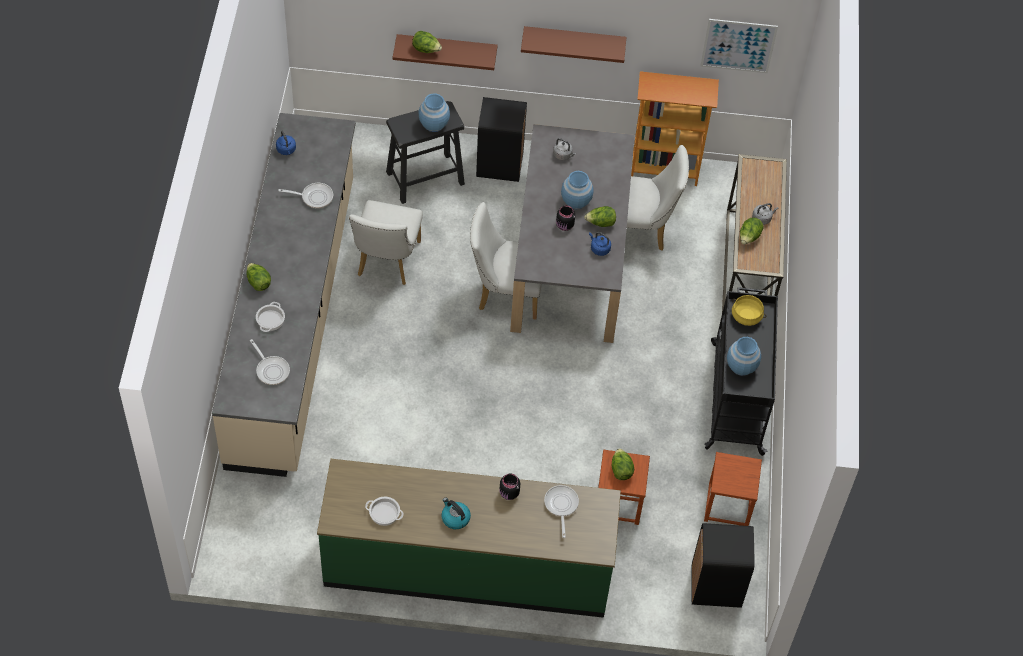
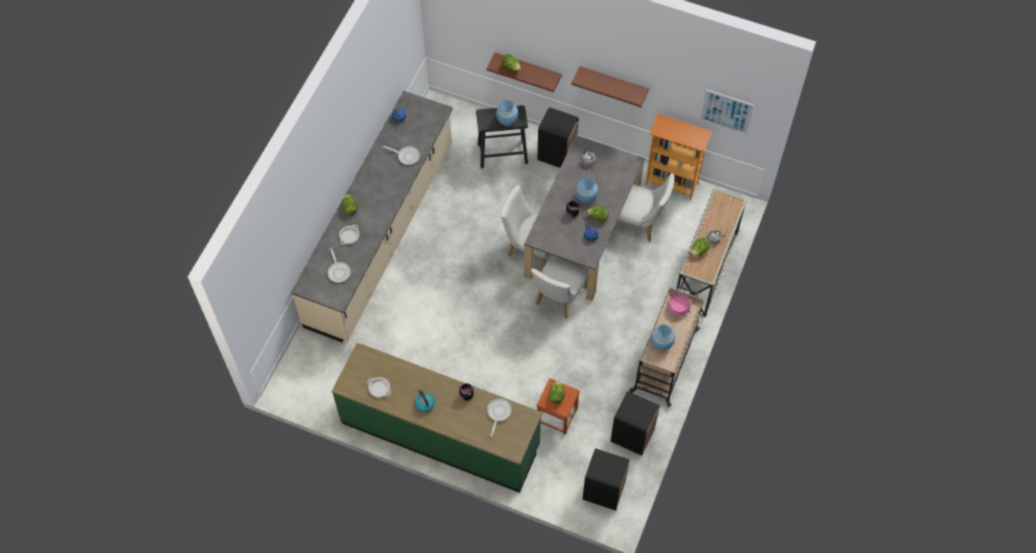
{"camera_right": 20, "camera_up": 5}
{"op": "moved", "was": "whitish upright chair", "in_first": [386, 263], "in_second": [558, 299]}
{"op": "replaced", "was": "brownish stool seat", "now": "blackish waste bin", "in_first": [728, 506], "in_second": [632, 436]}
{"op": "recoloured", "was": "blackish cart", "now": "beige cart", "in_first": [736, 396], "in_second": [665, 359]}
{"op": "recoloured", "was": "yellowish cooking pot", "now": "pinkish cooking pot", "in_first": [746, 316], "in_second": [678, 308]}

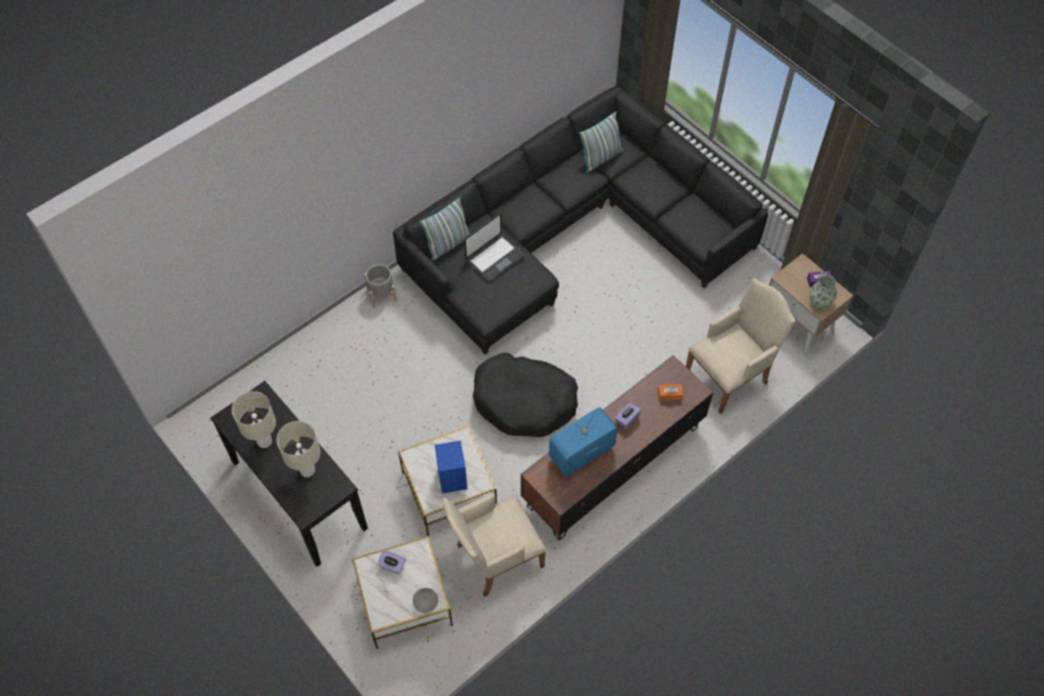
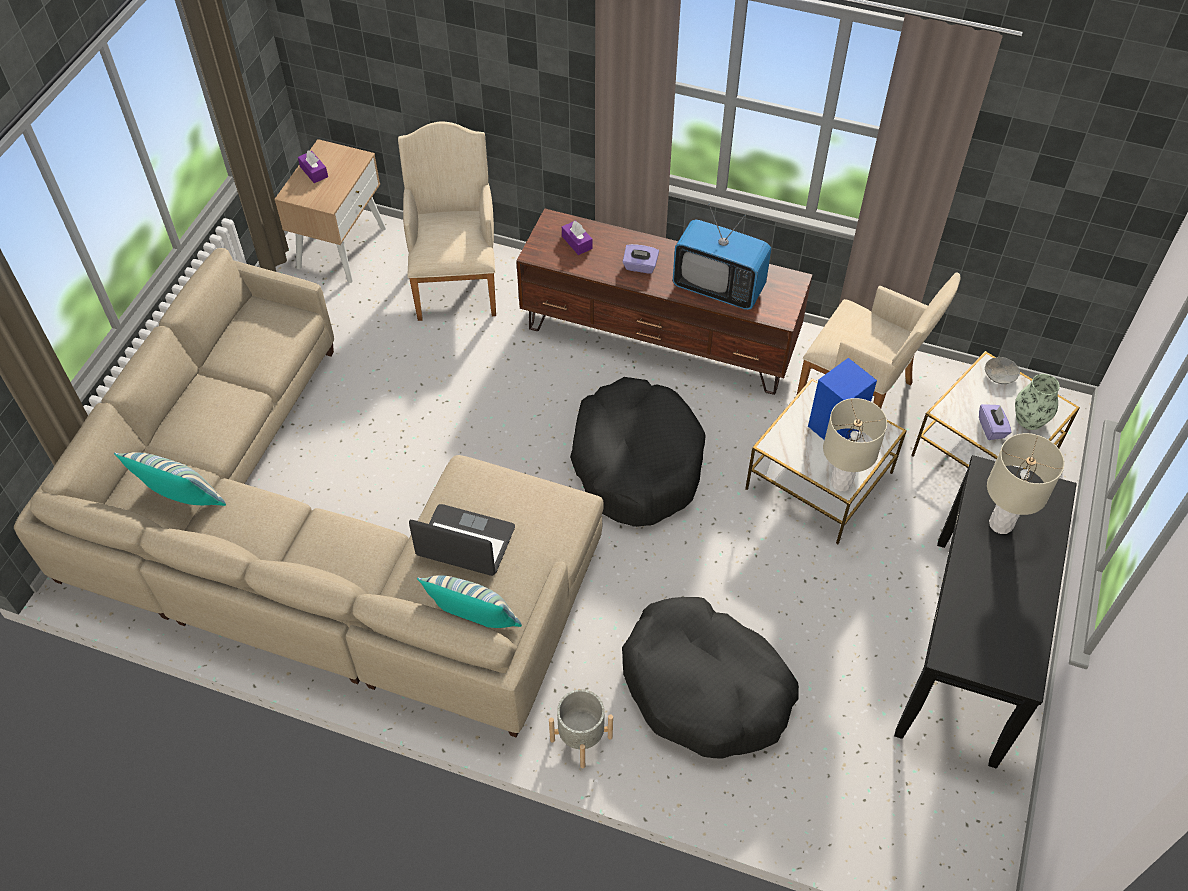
{"camera_right": -120, "camera_up": -5}
{"op": "recoloured", "was": "blackish couch", "now": "beige couch", "in_first": [571, 233], "in_second": [314, 539]}
{"op": "turned", "was": "beige easy chair", "in_first": [730, 375], "in_second": [456, 281], "clockwise": 60}
{"op": "recoloured", "was": "orange-coloured tissue holder", "now": "purple tissue holder", "in_first": [669, 394], "in_second": [577, 242]}
{"op": "added", "now": "blackish dog cushion", "in_second": [705, 688]}
{"op": "moved", "was": "beige lamp for a table", "in_first": [264, 441], "in_second": [841, 483]}
{"op": "moved", "was": "flower vase", "in_first": [819, 302], "in_second": [1029, 418]}

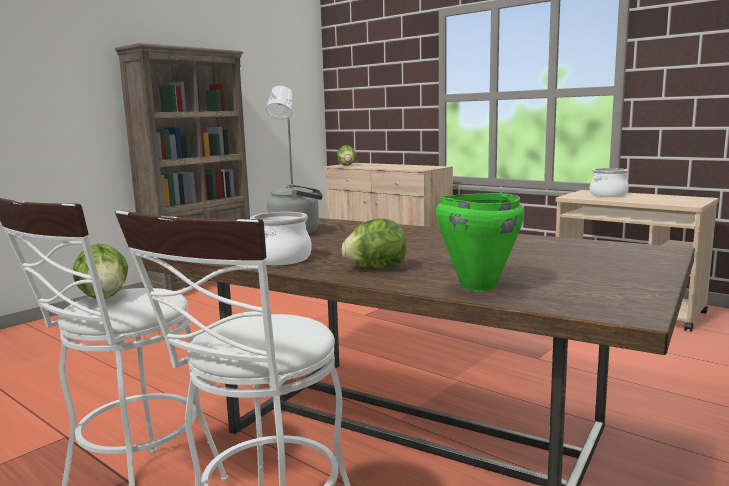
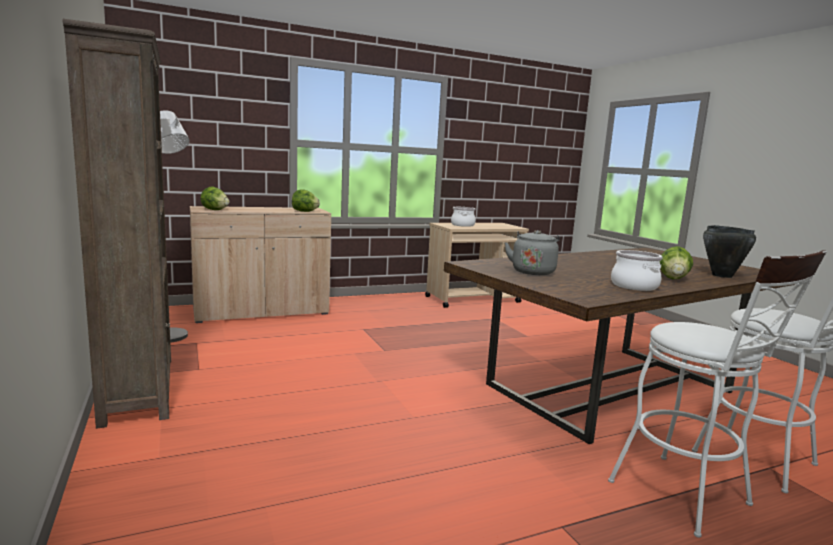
{"camera_right": -65, "camera_up": 0}
{"op": "moved", "was": "head of lettuce", "in_first": [104, 297], "in_second": [304, 211]}
{"op": "recoloured", "was": "green cooking pot", "now": "blackish cooking pot", "in_first": [477, 286], "in_second": [722, 275]}

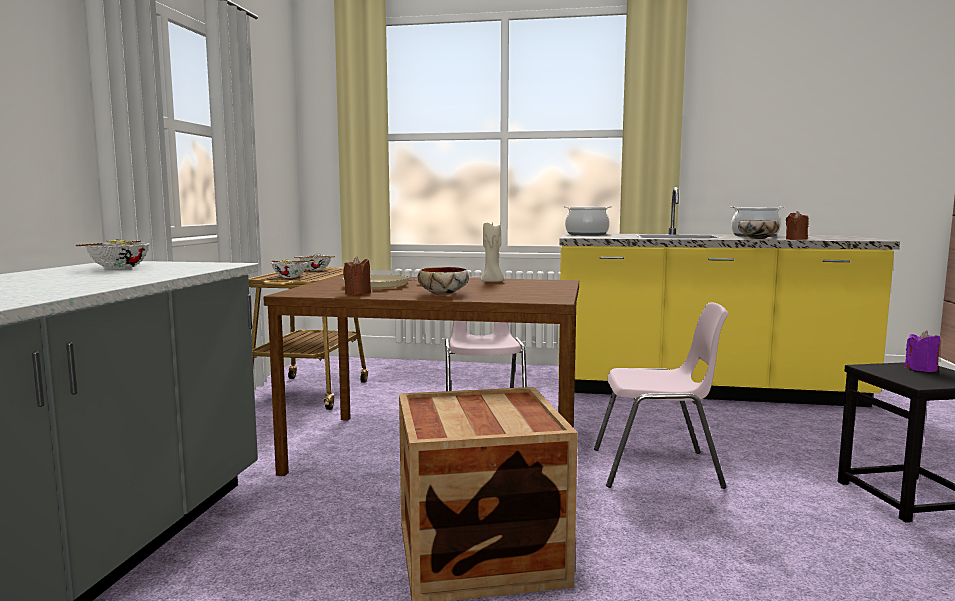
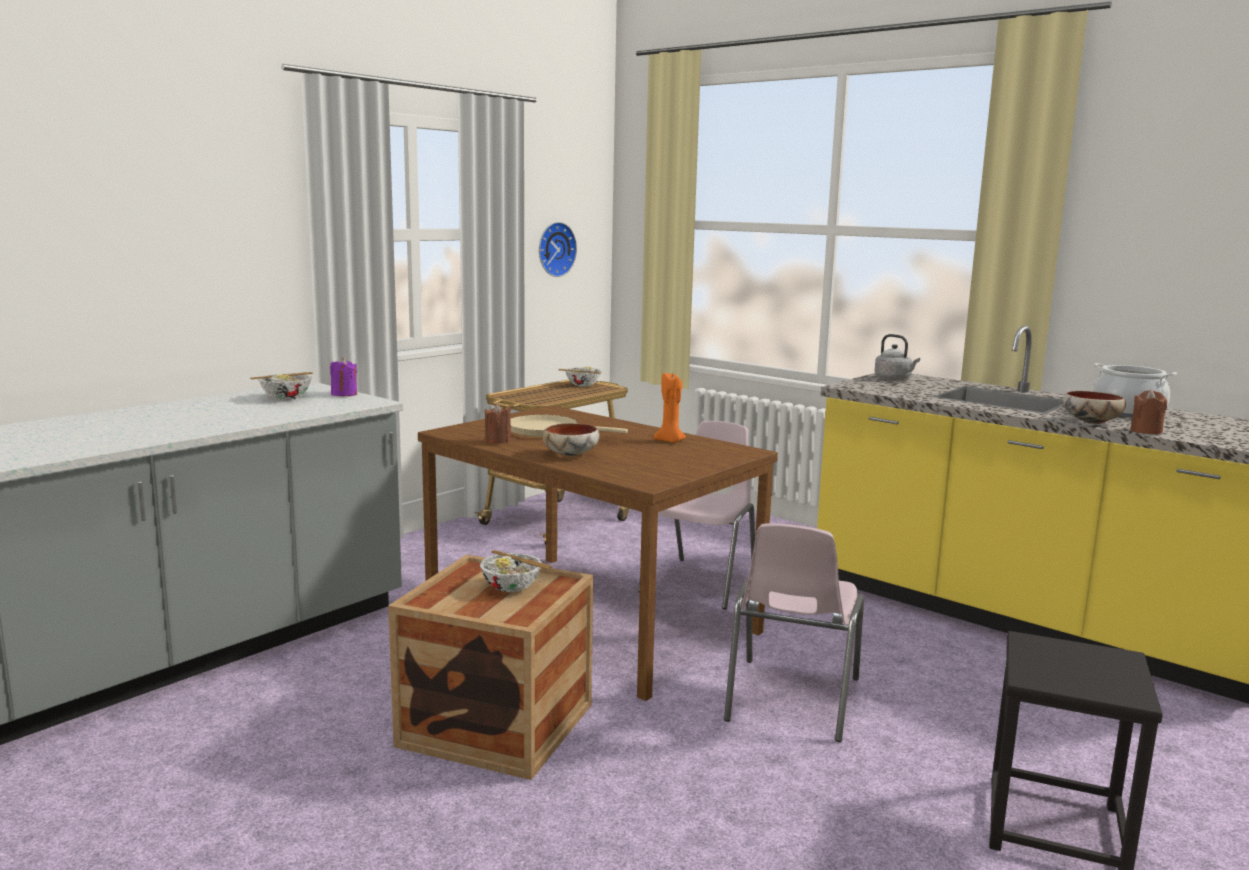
{"camera_right": 30, "camera_up": 5}
{"op": "moved", "was": "purple wax light", "in_first": [921, 369], "in_second": [344, 394]}
{"op": "moved", "was": "deep dish", "in_first": [290, 277], "in_second": [511, 587]}
{"op": "added", "now": "clock on the wall", "in_second": [554, 249]}
{"op": "recoloured", "was": "beige wax light", "now": "orange-coloured wax light", "in_first": [492, 282], "in_second": [670, 441]}
{"op": "turned", "was": "pinkish upright chair", "in_first": [658, 469], "in_second": [790, 700], "clockwise": 75}
{"op": "replaced", "was": "cooking pot", "now": "grey tea kettle", "in_first": [586, 234], "in_second": [894, 379]}

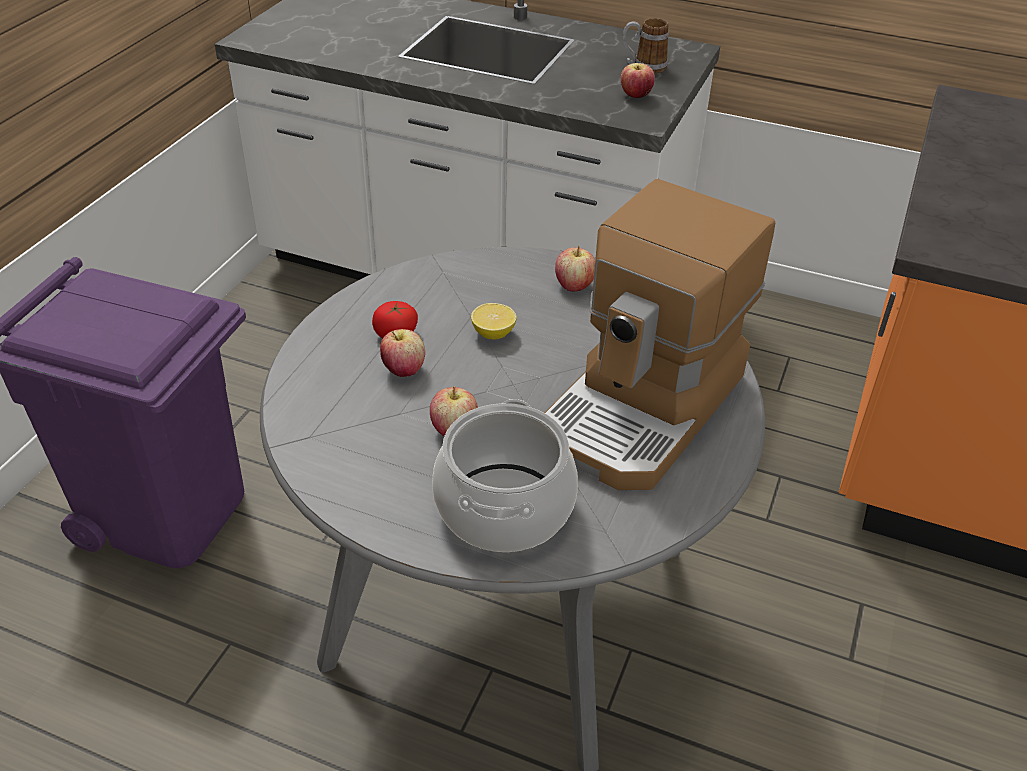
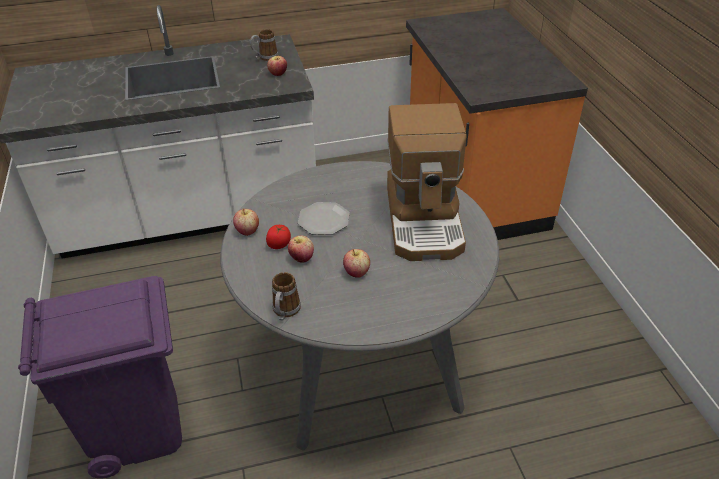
{"camera_right": -35, "camera_up": 0}
{"op": "moved", "was": "apple fruit", "in_first": [574, 285], "in_second": [247, 231]}
{"op": "added", "now": "tea mug", "in_second": [285, 312]}
{"op": "replaced", "was": "citrus fruit", "now": "dinner plate", "in_first": [493, 333], "in_second": [324, 220]}
{"op": "removed", "was": "cooking pot", "in_first": [503, 507]}

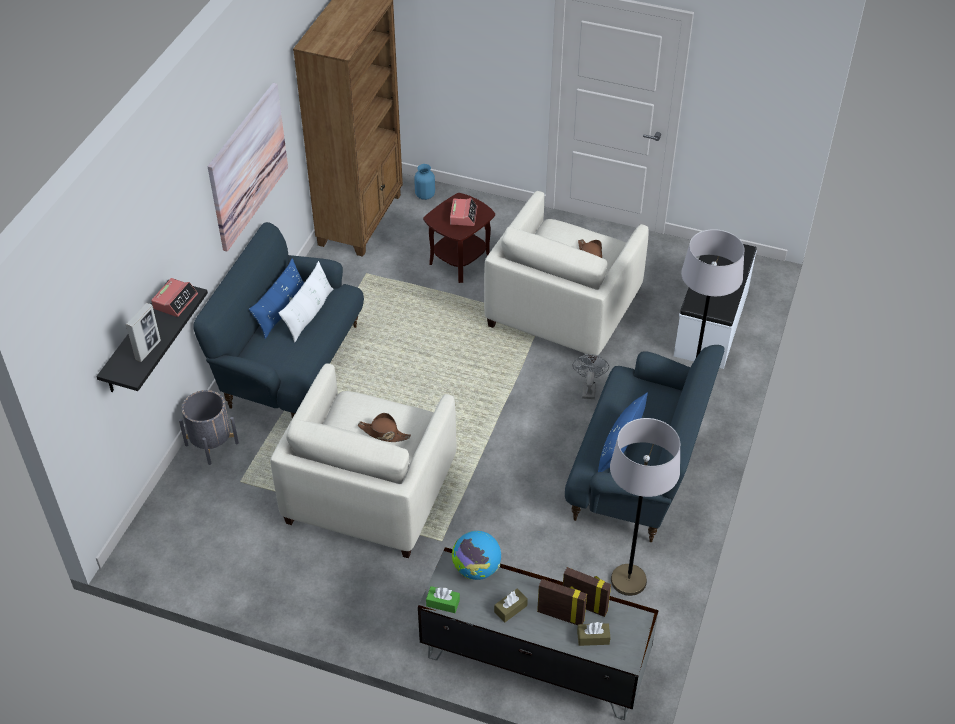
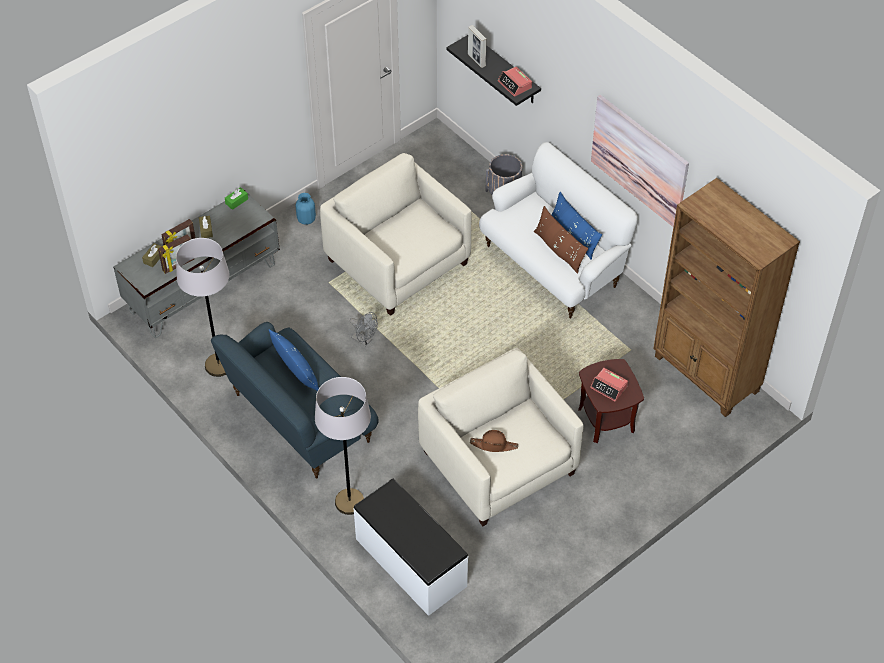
{"camera_right": 120, "camera_up": 5}
{"op": "moved", "was": "blue-coloured flower vase", "in_first": [425, 195], "in_second": [306, 219]}
{"op": "moved", "was": "grey fan", "in_first": [588, 388], "in_second": [364, 340]}
{"op": "recoloured", "was": "blue-coloured couch", "now": "whitish couch", "in_first": [291, 365], "in_second": [553, 265]}
{"op": "recoloured", "was": "whitish pillow", "now": "brownish pillow", "in_first": [309, 314], "in_second": [559, 250]}
{"op": "removed", "was": "brownish clothing hat", "in_first": [383, 433]}
{"op": "removed", "was": "globe", "in_first": [476, 569]}

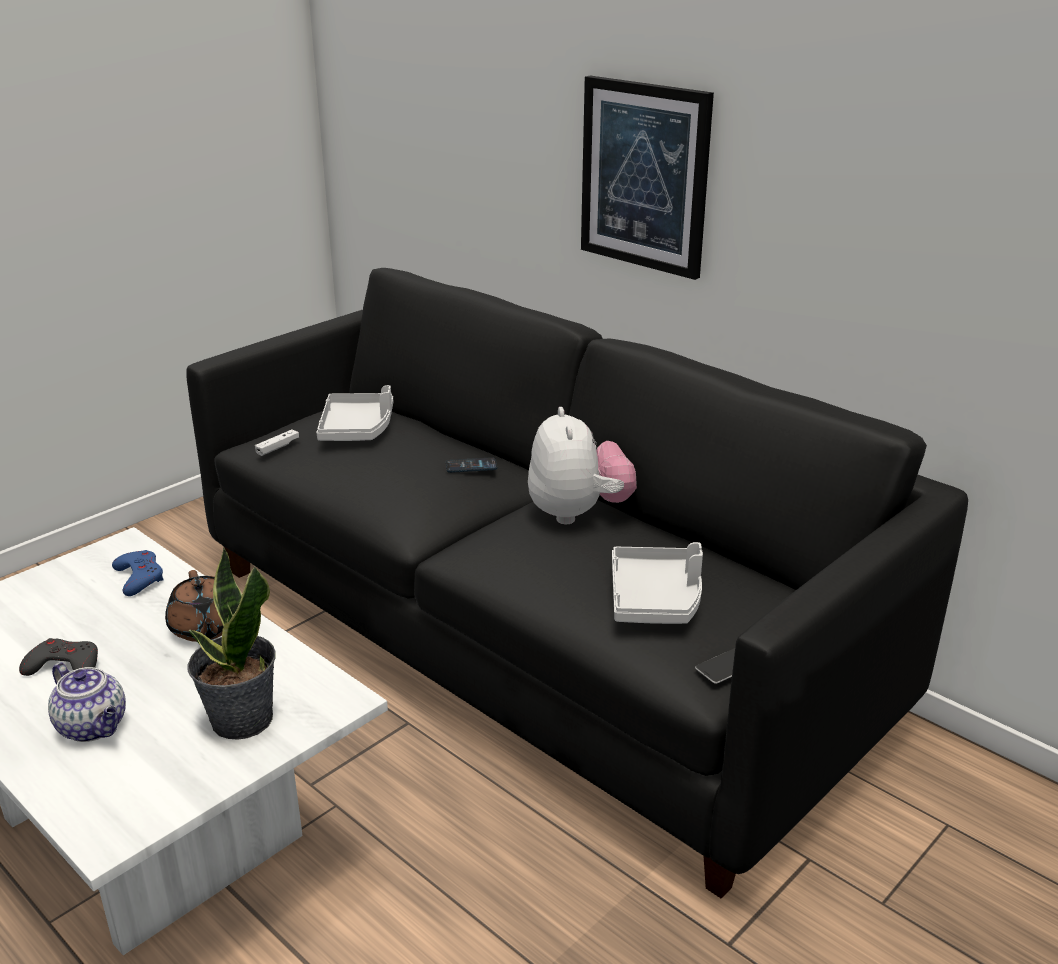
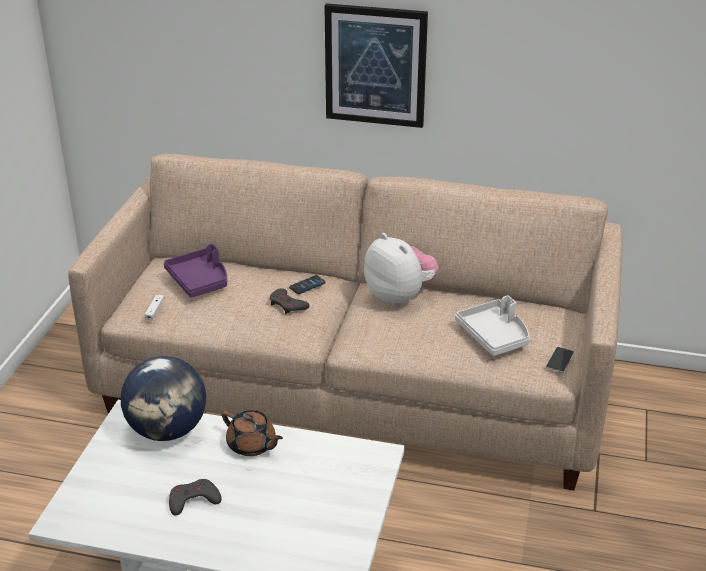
{"camera_right": -30, "camera_up": 5}
{"op": "recoloured", "was": "blackish couch", "now": "beige couch", "in_first": [531, 640], "in_second": [354, 389]}
{"op": "replaced", "was": "blue-coloured game controller", "now": "globe", "in_first": [139, 577], "in_second": [168, 430]}
{"op": "recoloured", "was": "grey serving tray", "now": "purple serving tray", "in_first": [357, 429], "in_second": [199, 280]}
{"op": "added", "now": "grey game controller", "in_second": [287, 305]}
{"op": "removed", "was": "pot for tea", "in_first": [94, 727]}
{"op": "removed", "was": "plant in a pot", "in_first": [241, 720]}

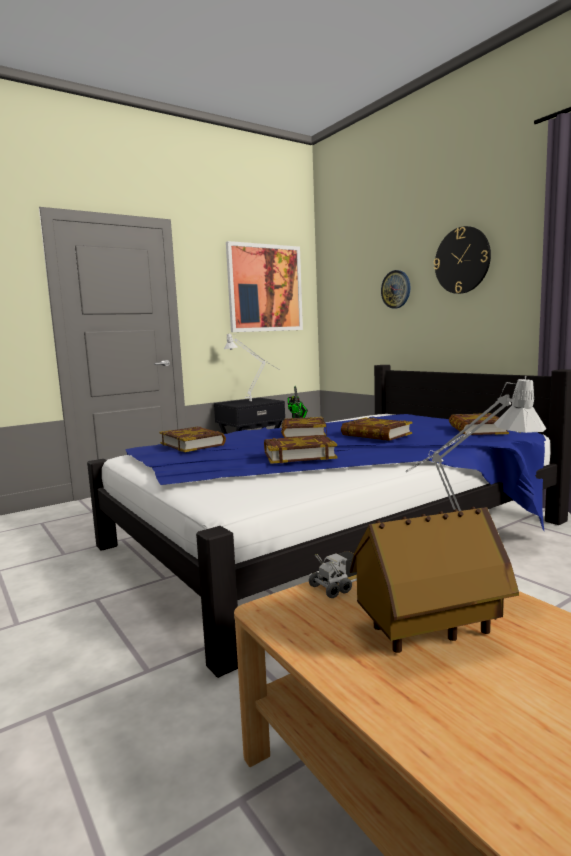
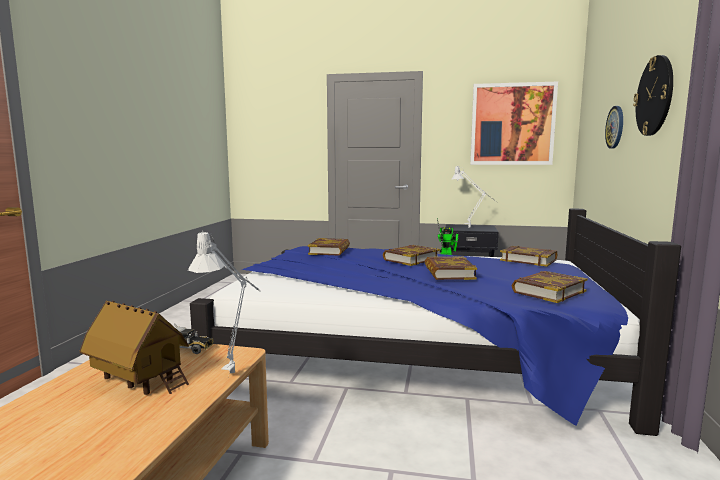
{"camera_right": 45, "camera_up": 0}
{"op": "moved", "was": "book", "in_first": [299, 455], "in_second": [528, 260]}

